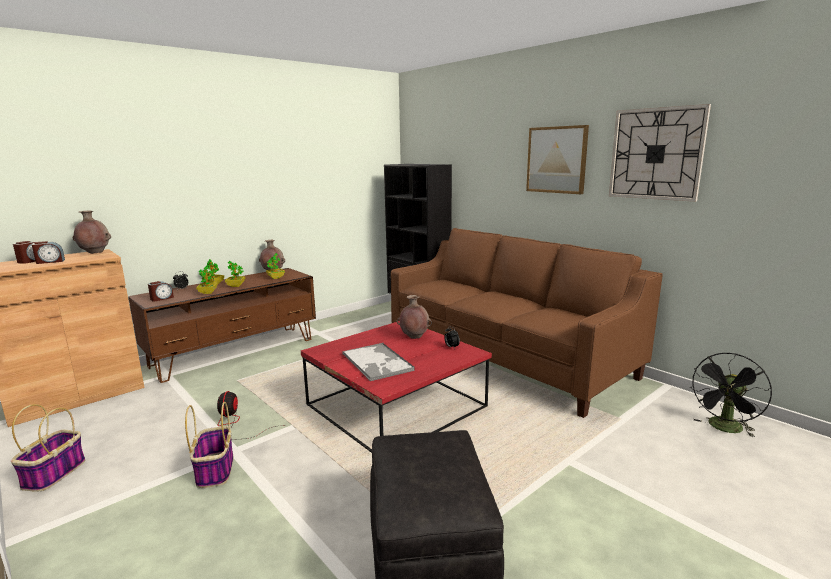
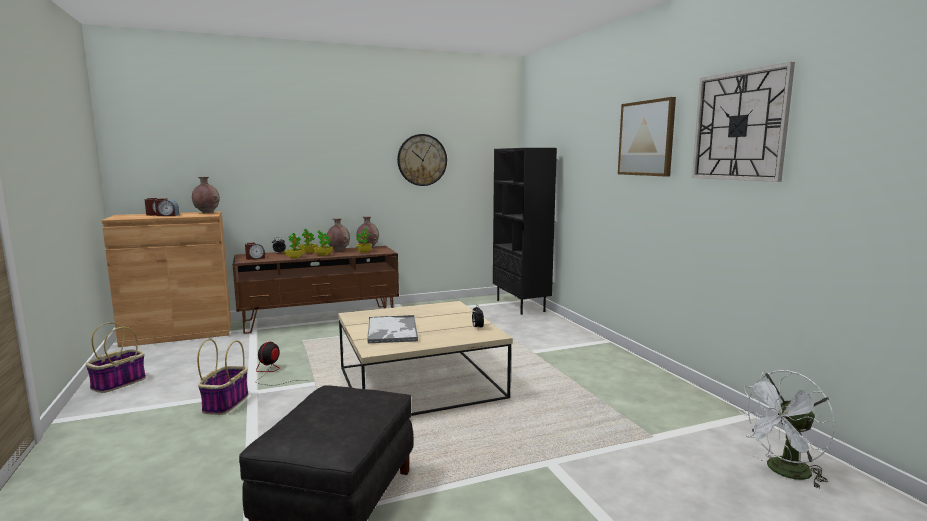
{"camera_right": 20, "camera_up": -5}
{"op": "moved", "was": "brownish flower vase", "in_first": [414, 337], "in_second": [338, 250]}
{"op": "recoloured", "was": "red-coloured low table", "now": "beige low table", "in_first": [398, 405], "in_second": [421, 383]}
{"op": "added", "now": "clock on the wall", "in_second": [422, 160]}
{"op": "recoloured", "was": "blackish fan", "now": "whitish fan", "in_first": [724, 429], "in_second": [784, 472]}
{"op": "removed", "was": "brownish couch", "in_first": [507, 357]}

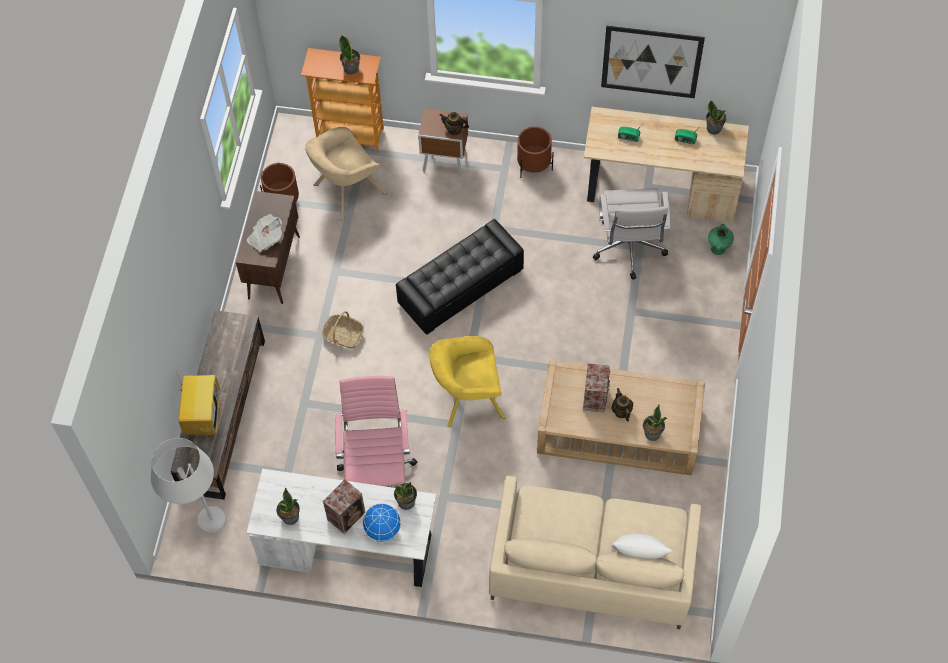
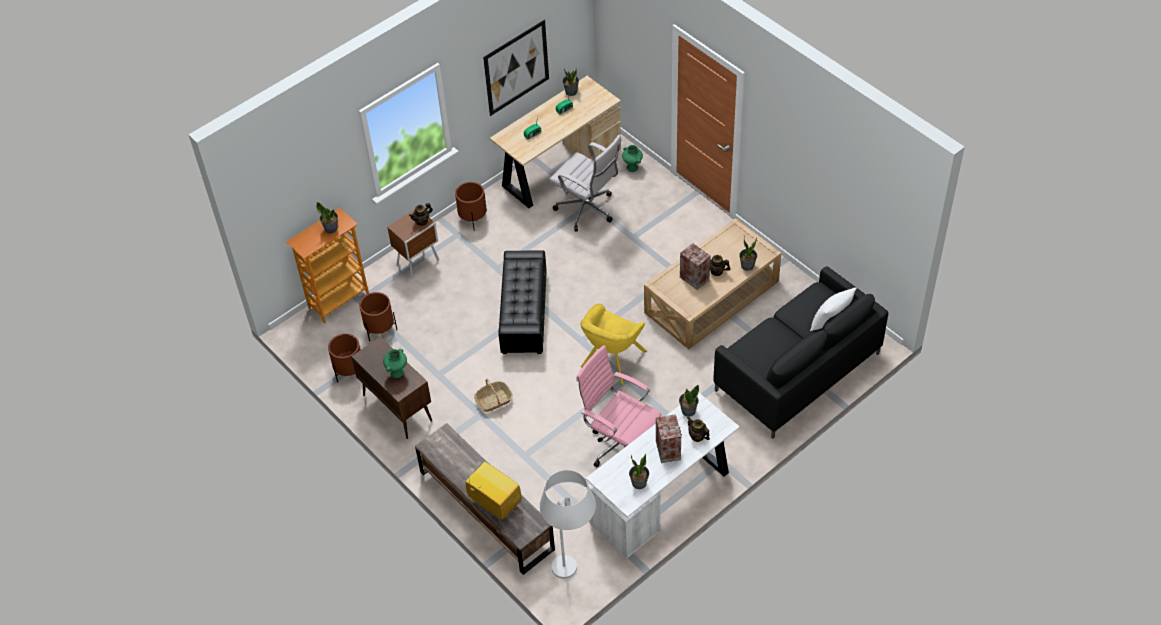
{"camera_right": -50, "camera_up": -10}
{"op": "replaced", "was": "beige easy chair", "now": "brownish flower pot", "in_first": [346, 190], "in_second": [380, 329]}
{"op": "replaced", "was": "newspaper", "now": "green flower vase", "in_first": [265, 238], "in_second": [397, 373]}
{"op": "replaced", "was": "globe", "now": "pot for tea", "in_first": [382, 530], "in_second": [697, 436]}
{"op": "recoloured", "was": "beige couch", "now": "blackish couch", "in_first": [591, 568], "in_second": [797, 372]}

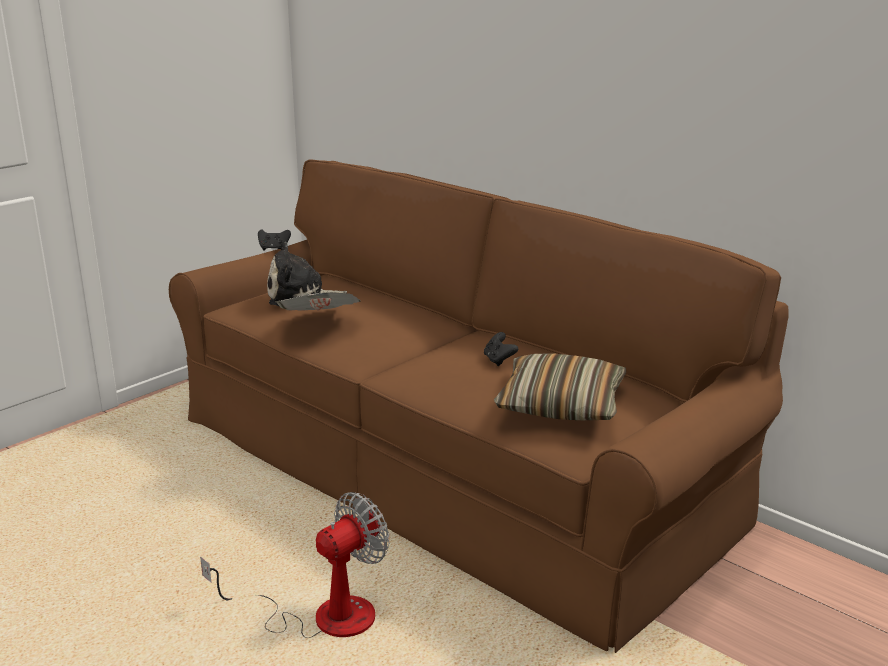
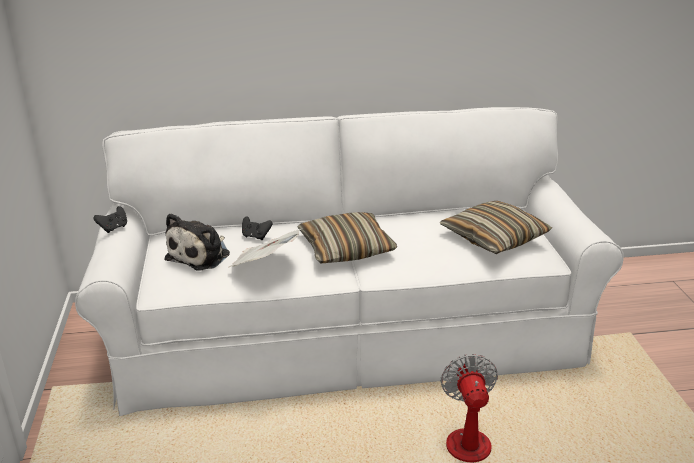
{"camera_right": -50, "camera_up": 5}
{"op": "recoloured", "was": "brownish couch", "now": "whitish couch", "in_first": [444, 469], "in_second": [349, 332]}
{"op": "moved", "was": "blackish game controller", "in_first": [499, 360], "in_second": [256, 236]}
{"op": "added", "now": "pillow", "in_second": [346, 249]}

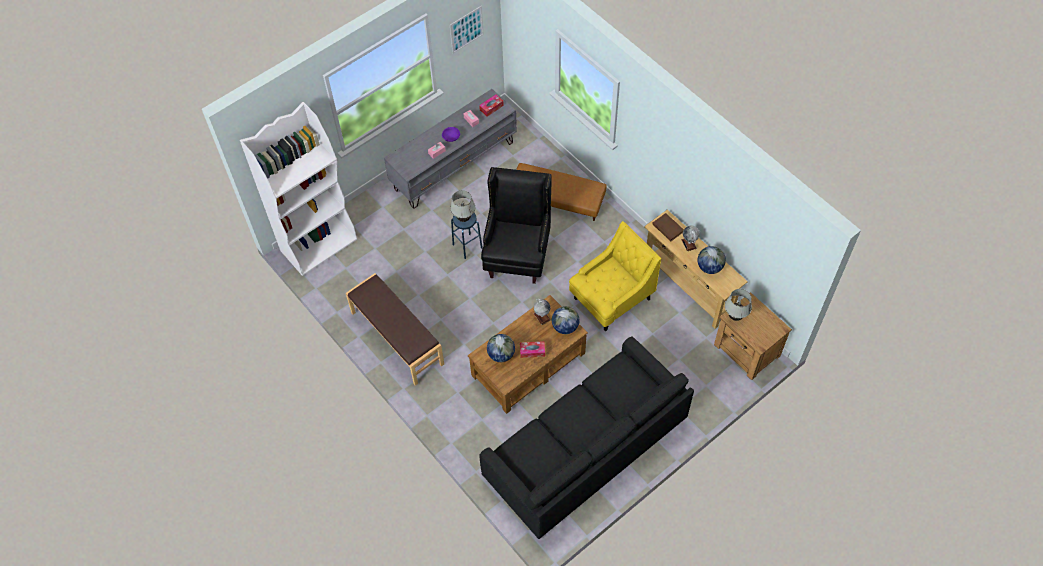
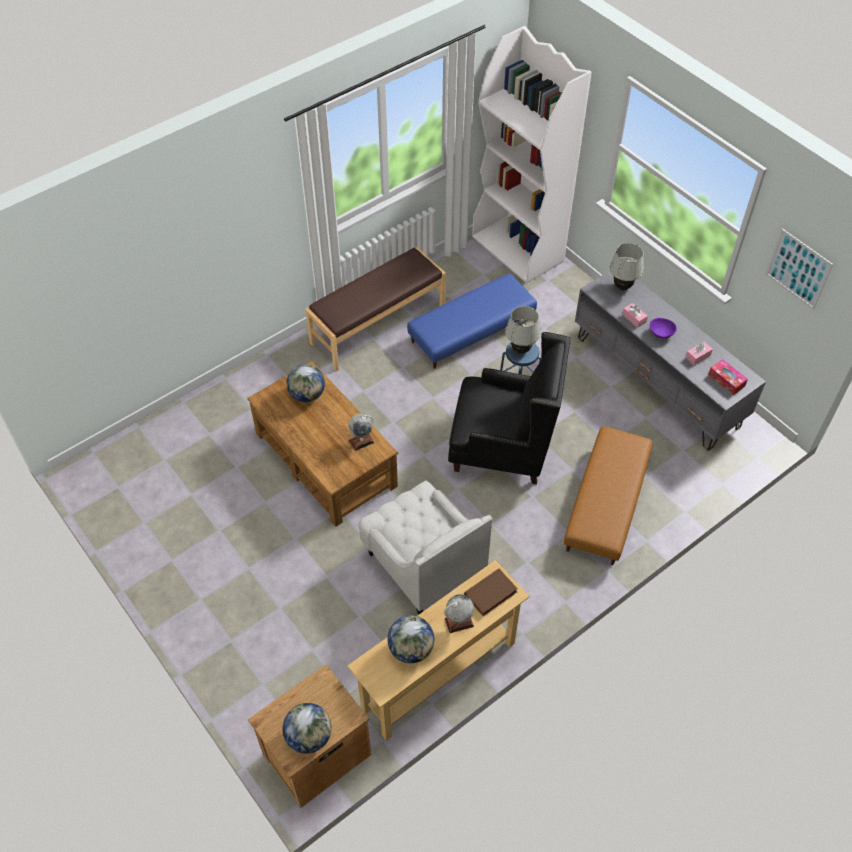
{"camera_right": 90, "camera_up": -5}
{"op": "moved", "was": "globe", "in_first": [565, 327], "in_second": [309, 736]}
{"op": "recoloured", "was": "yellowish easy chair", "now": "whitish easy chair", "in_first": [611, 299], "in_second": [423, 565]}
{"op": "added", "now": "blue-coloured footrest", "in_second": [472, 331]}
{"op": "moved", "was": "whitish lamp for a table", "in_first": [735, 316], "in_second": [622, 287]}
{"op": "removed", "was": "blackish couch", "in_first": [585, 446]}
{"op": "removed", "was": "tissue holder", "in_first": [532, 351]}

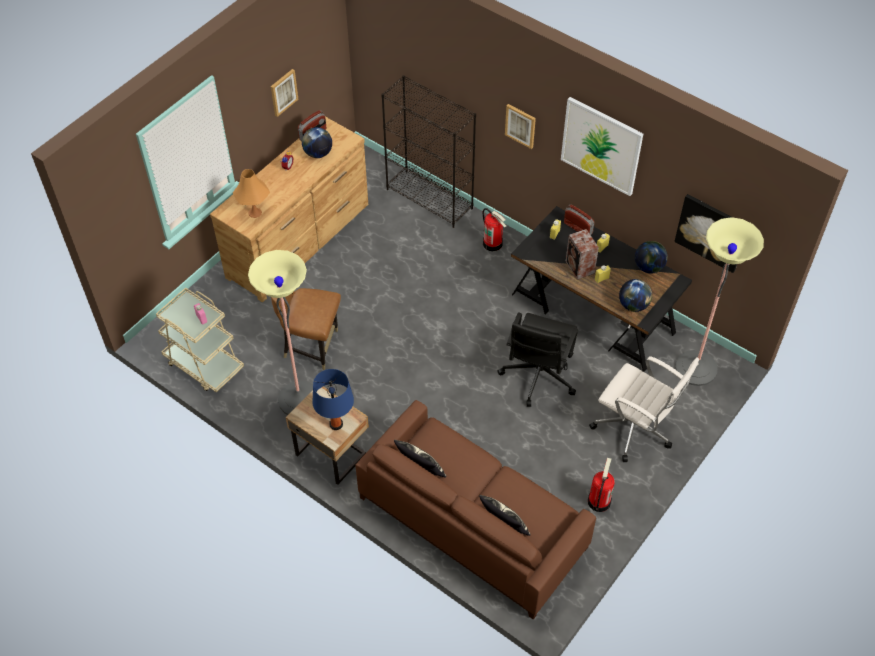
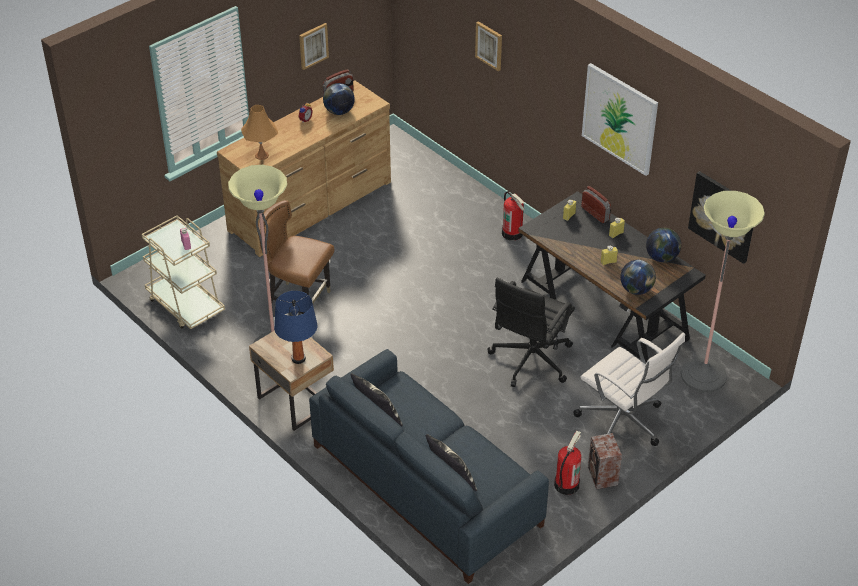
{"camera_right": 10, "camera_up": -10}
{"op": "recoloured", "was": "brownish couch", "now": "blue-coloured couch", "in_first": [472, 521], "in_second": [426, 484]}
{"op": "moved", "was": "wall art", "in_first": [520, 125], "in_second": [489, 45]}
{"op": "moved", "was": "audio speaker", "in_first": [580, 268], "in_second": [602, 477]}
{"op": "removed", "was": "blackish bookshelf", "in_first": [430, 199]}

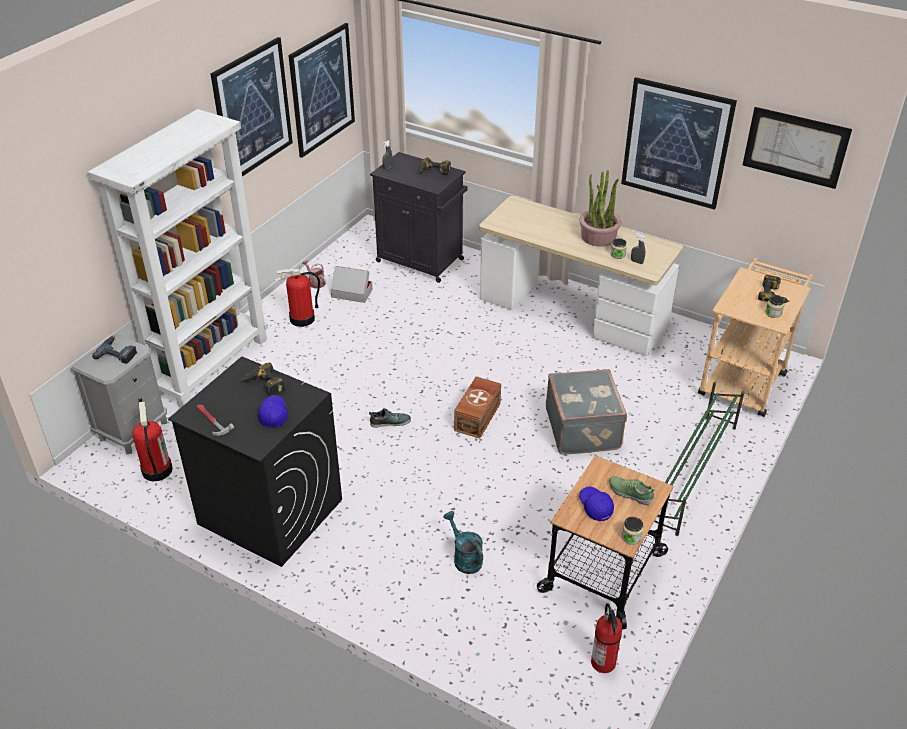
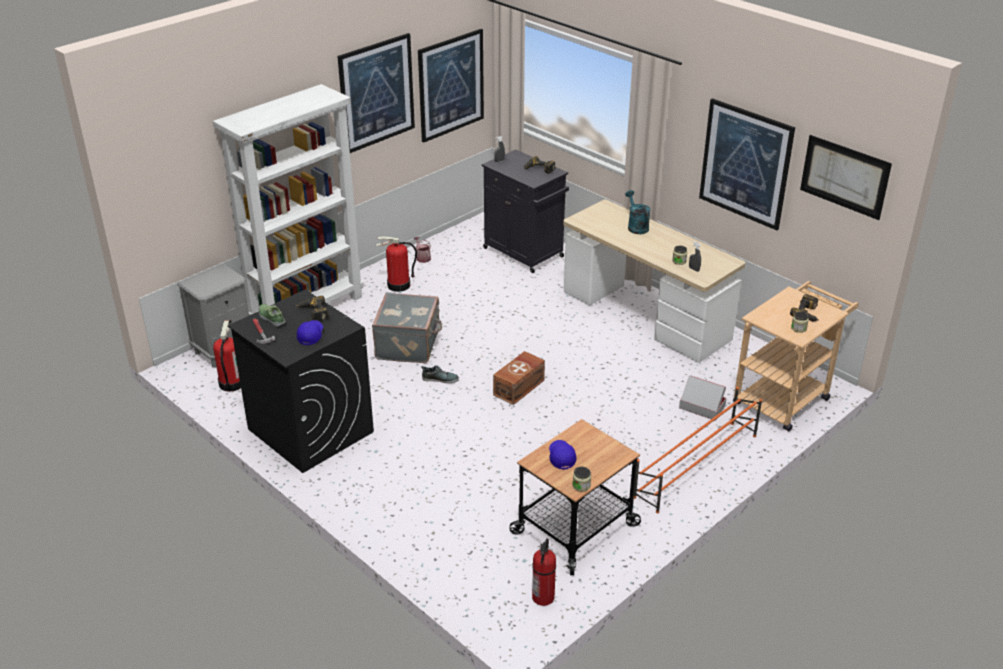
{"camera_right": 15, "camera_up": -5}
{"op": "moved", "was": "shoe", "in_first": [630, 493], "in_second": [272, 318]}
{"op": "moved", "was": "grey travel case", "in_first": [584, 429], "in_second": [409, 345]}
{"op": "moved", "was": "blue-green sprinkling can", "in_first": [464, 558], "in_second": [636, 226]}
{"op": "recoloured", "was": "green shoe stand", "now": "orange-coloured shoe stand", "in_first": [692, 473], "in_second": [695, 466]}
{"op": "moved", "was": "packing box", "in_first": [351, 293], "in_second": [702, 407]}
{"op": "removed", "was": "electric drill", "in_first": [118, 353]}
{"op": "removed", "was": "plant in a pot", "in_first": [598, 237]}

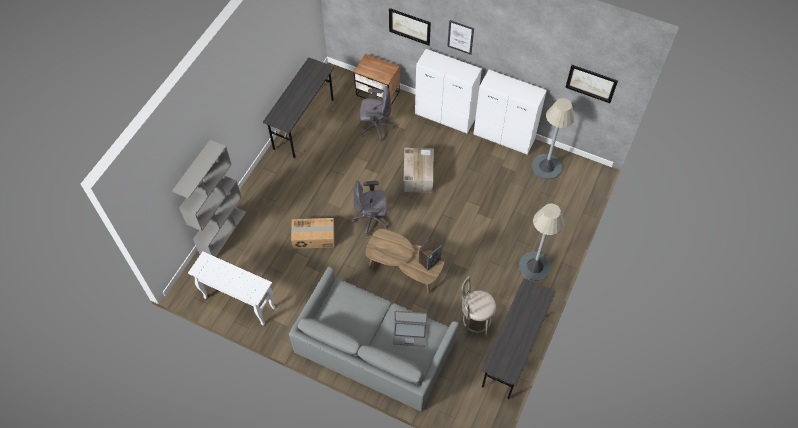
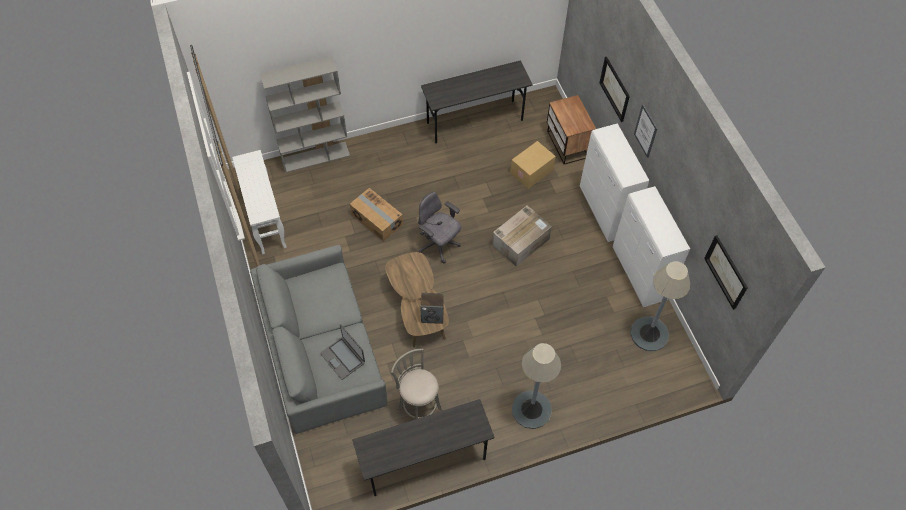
{"camera_right": 45, "camera_up": 0}
{"op": "replaced", "was": "grey office chair", "now": "packing box", "in_first": [376, 127], "in_second": [532, 172]}

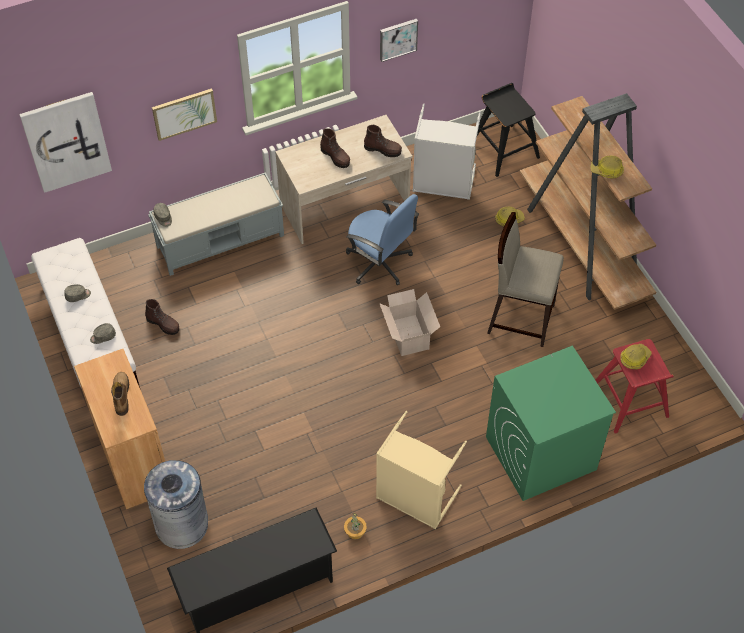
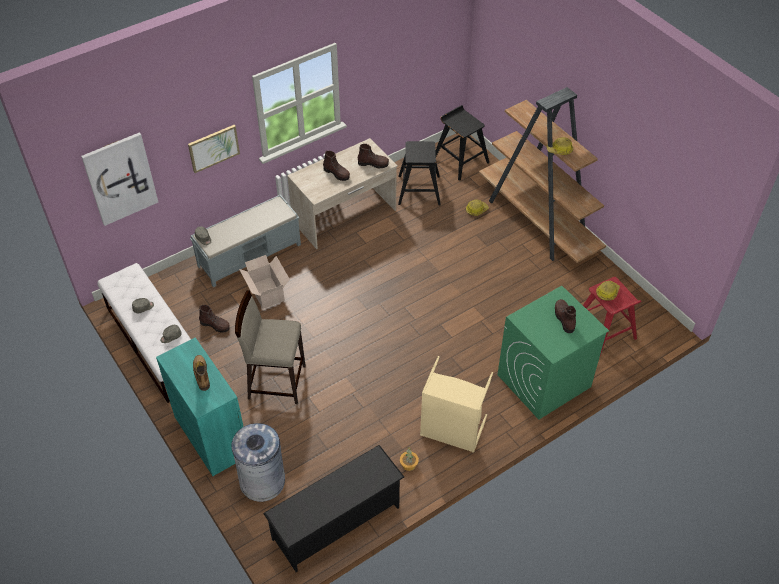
{"camera_right": -10, "camera_up": -5}
{"op": "recoloured", "was": "brownish cabinet", "now": "blue-green cabinet", "in_first": [134, 460], "in_second": [211, 436]}
{"op": "moved", "was": "beige stool seat", "in_first": [520, 318], "in_second": [276, 381]}
{"op": "moved", "was": "packing box", "in_first": [408, 334], "in_second": [266, 292]}
{"op": "replaced", "was": "grey hamper", "now": "blackish stool seat", "in_first": [443, 184], "in_second": [419, 191]}
{"op": "added", "now": "brownish high-top boot", "in_second": [564, 318]}
{"op": "removed", "was": "blue-coloured office chair", "in_first": [379, 263]}
{"op": "removed", "was": "wall art", "in_first": [398, 39]}

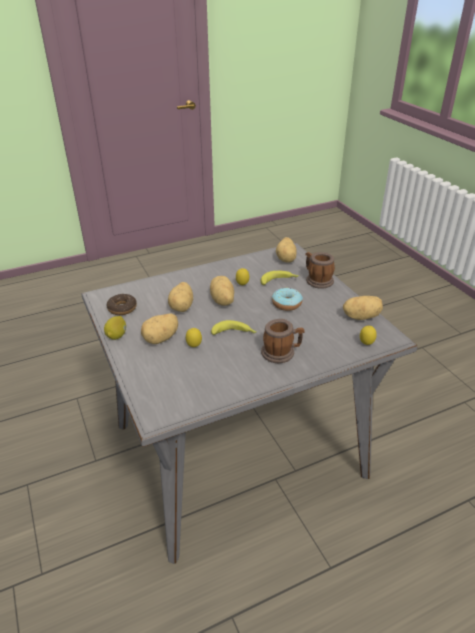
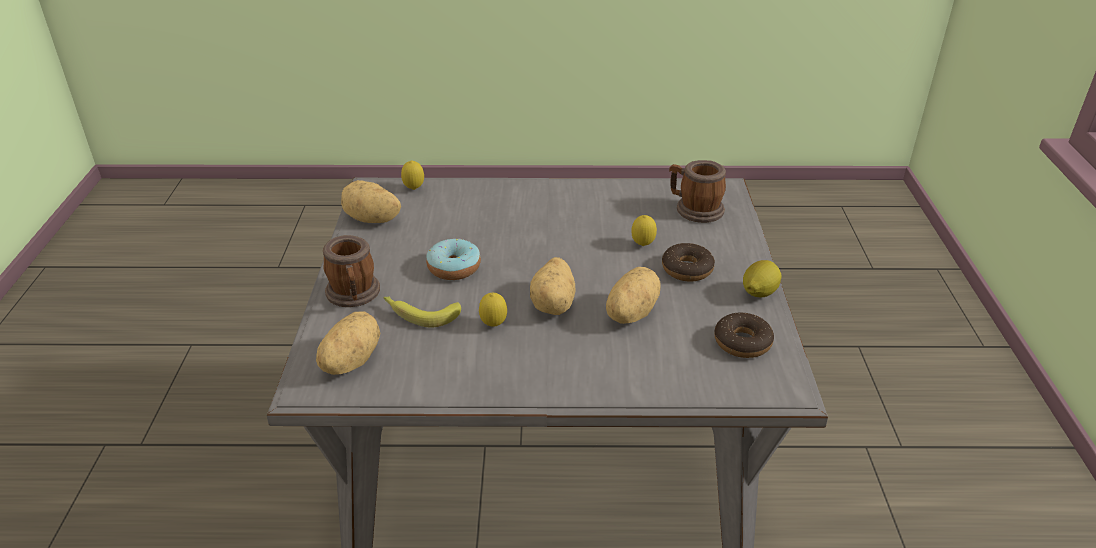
{"camera_right": -155, "camera_up": 0}
{"op": "replaced", "was": "whole potato", "now": "ring doughnut", "in_first": [161, 339], "in_second": [687, 269]}
{"op": "moved", "was": "tea mug", "in_first": [281, 352], "in_second": [694, 209]}
{"op": "removed", "was": "banana", "in_first": [234, 333]}

